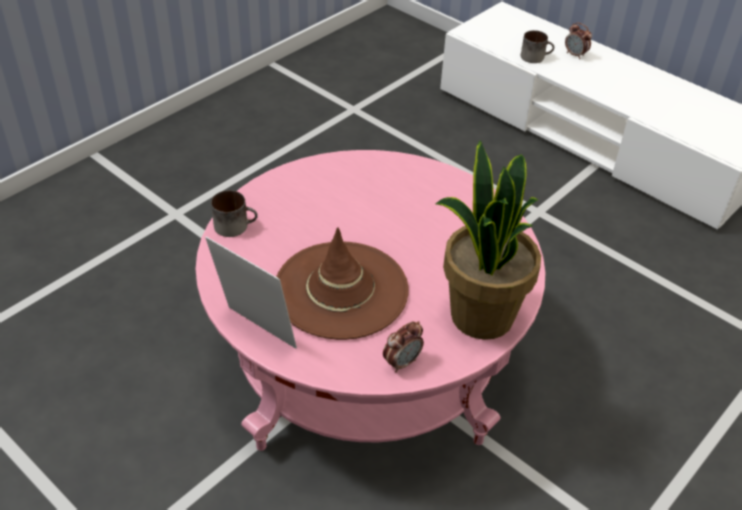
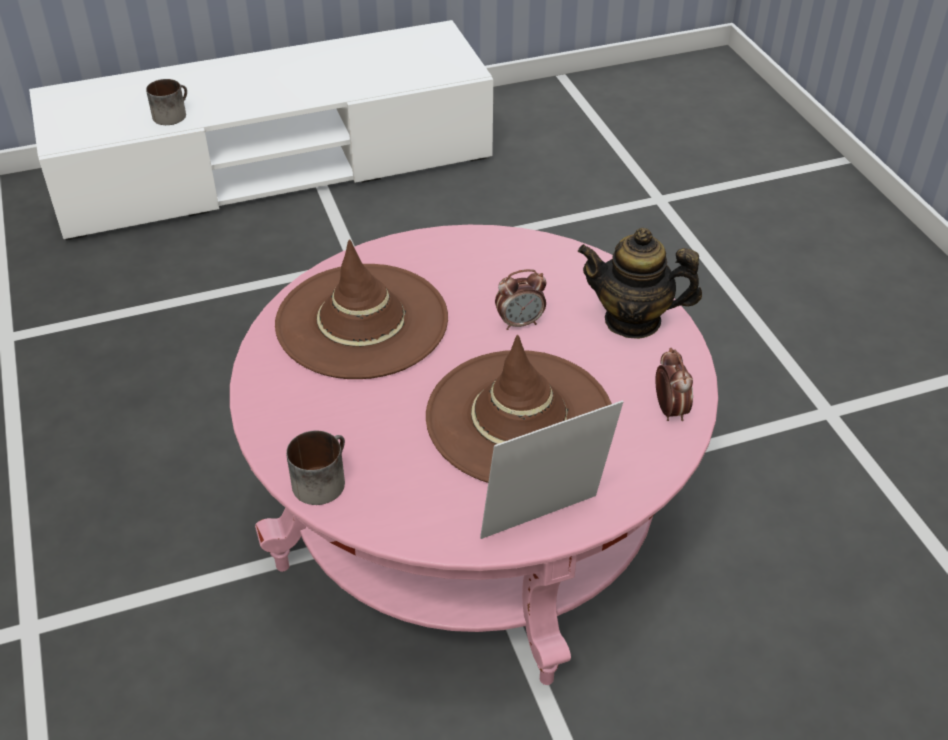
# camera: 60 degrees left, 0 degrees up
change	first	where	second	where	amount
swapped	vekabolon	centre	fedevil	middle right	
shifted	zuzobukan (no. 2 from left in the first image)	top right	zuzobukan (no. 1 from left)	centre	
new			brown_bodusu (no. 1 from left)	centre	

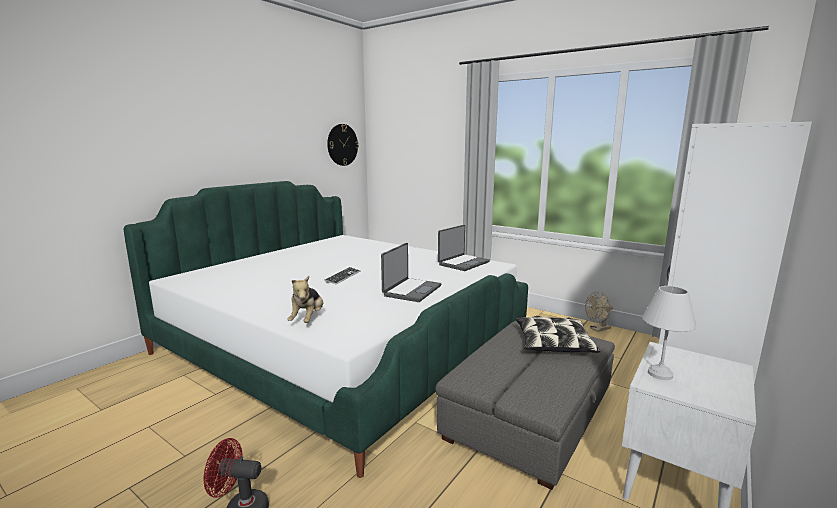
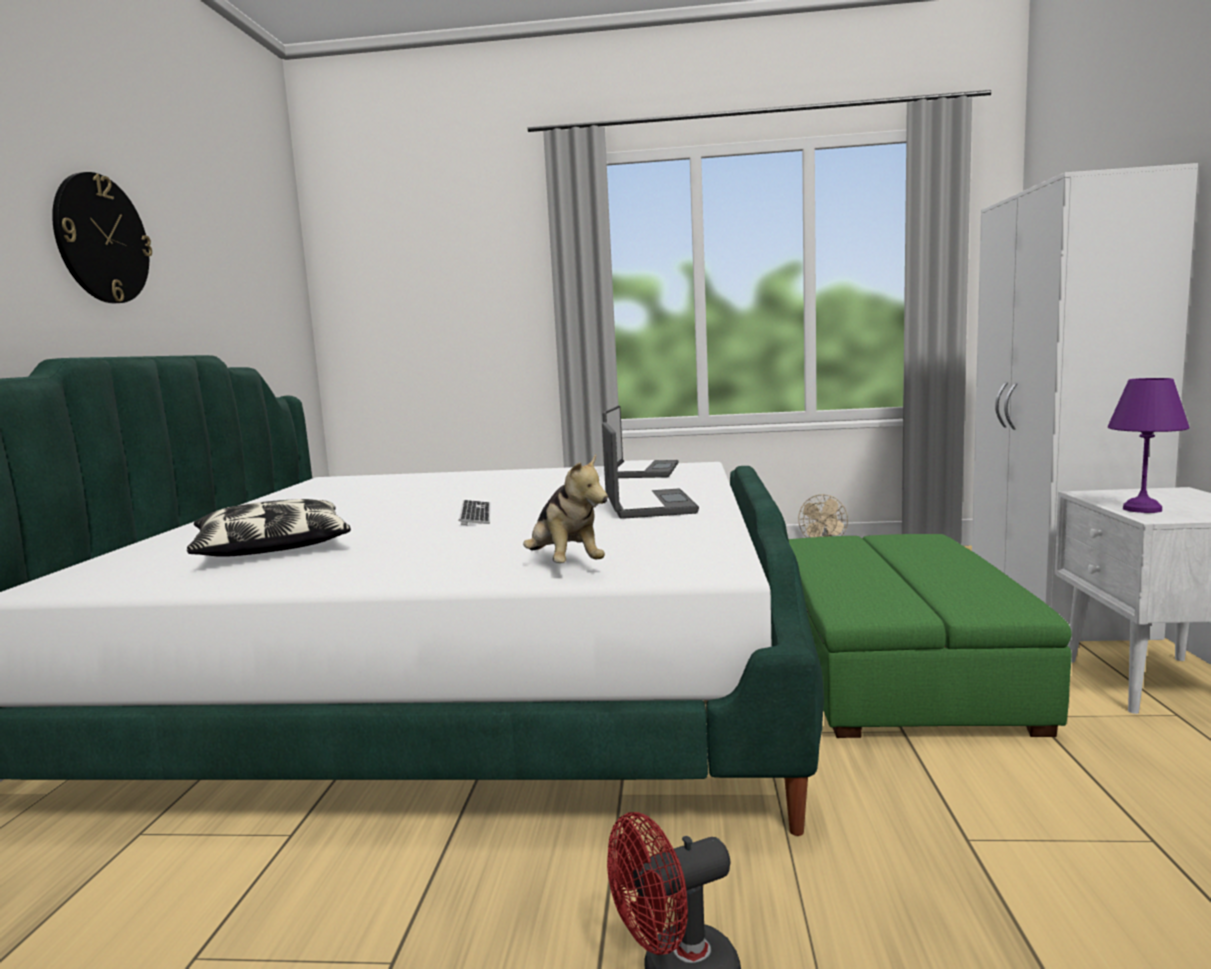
# camera: 30 degrees left, 5 degrees down
change	first	where	second	where	amount
shifted	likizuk	top centre		top left	
repainted	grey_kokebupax	bottom centre	green_kokebupax	middle right	
shifted	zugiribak	middle right		middle left	
repainted	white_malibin	middle right	purple_malibin	middle right	

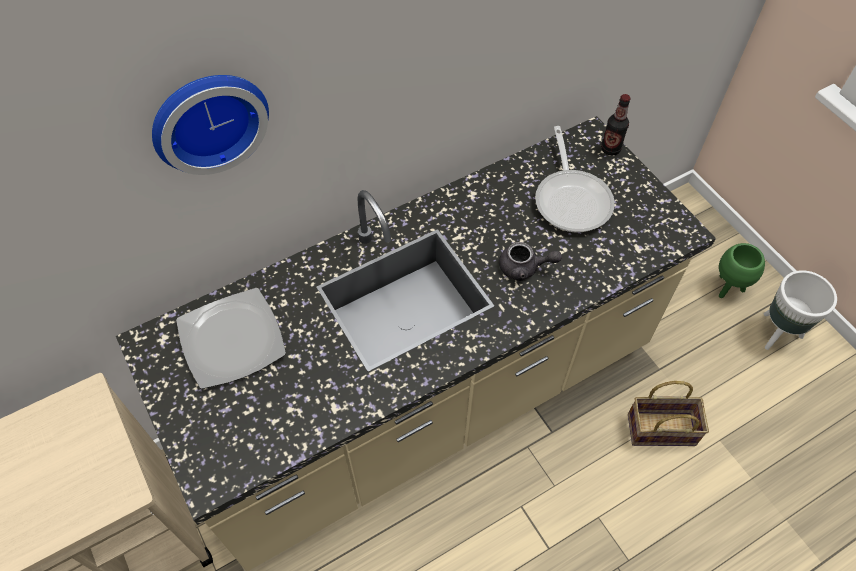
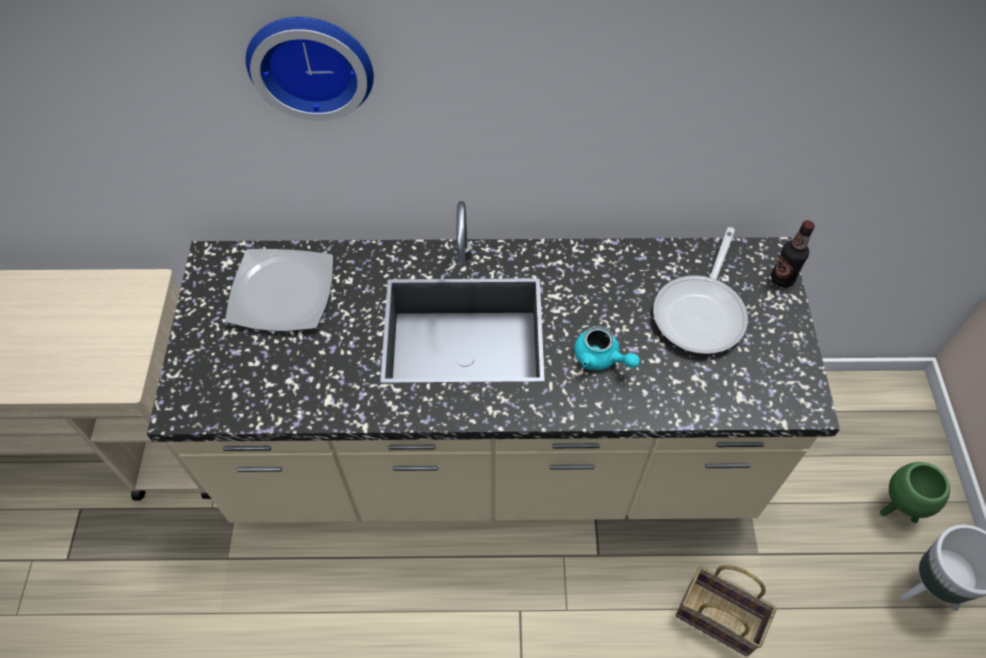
# camera: 30 degrees right, 0 degrees up
change	first	where	second	where	amount
repainted	grey_fedevil	centre	turquoise_fedevil	centre	

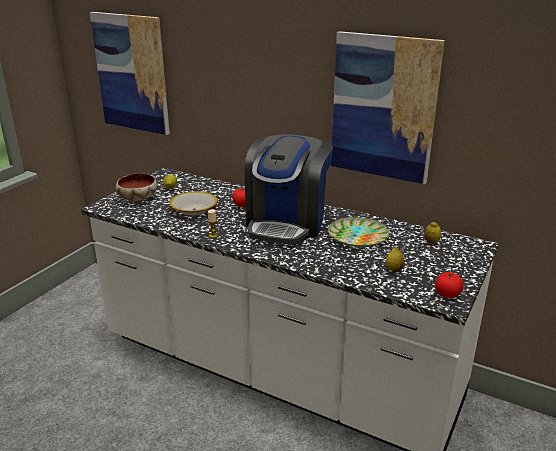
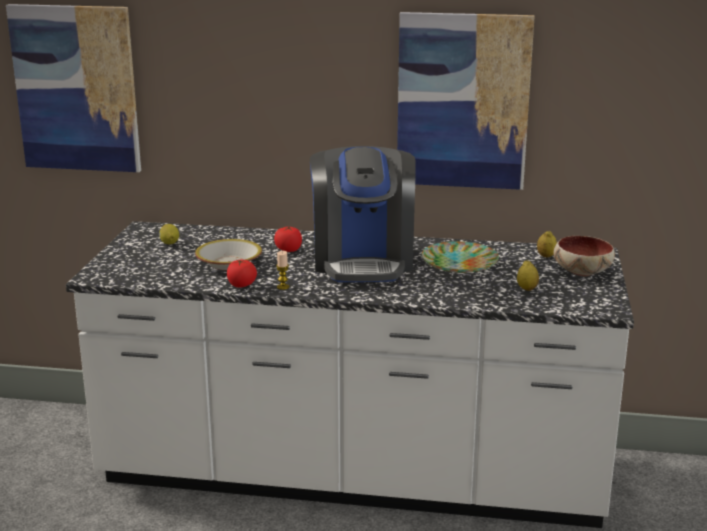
# camera: 20 degrees left, 5 degrees down
change	first	where	second	where	amount
shifted	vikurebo (no. 1 from left in the first image)	middle left	vikurebo (no. 2 from left)	middle right	
shifted	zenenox (no. 2 from left in the first image)	middle right	zenenox (no. 1 from left)	centre	

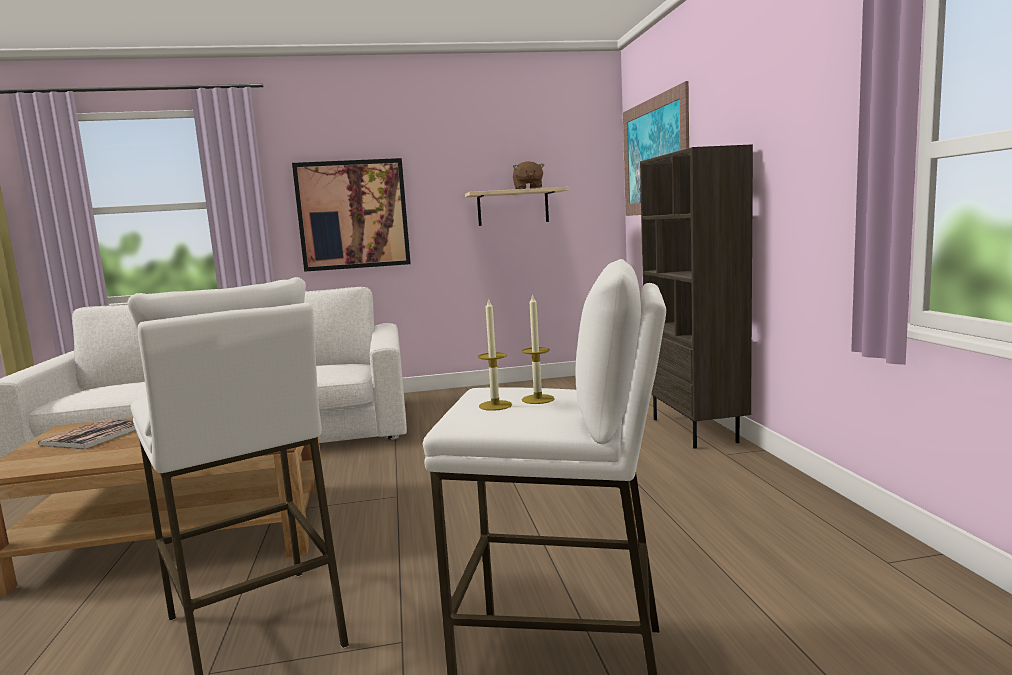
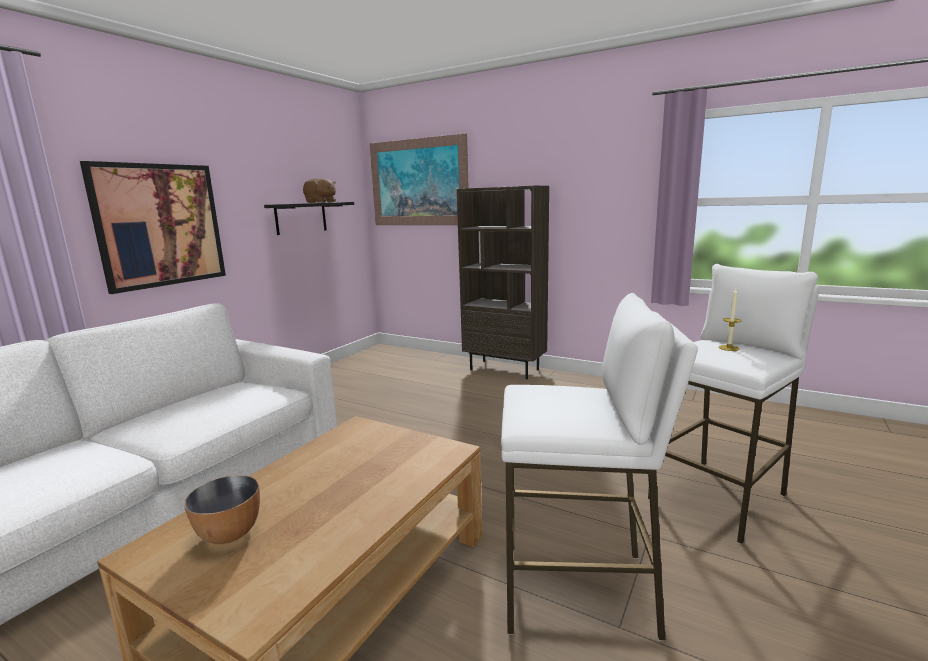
# camera: 50 degrees left, 5 degrees up
change	first	where	second	where	amount
swapped	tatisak	middle left	vikurebo	bottom left	
repainted	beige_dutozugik	top centre	black_dutozugik	top left	
gone	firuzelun (no. 1 from left)	centre			

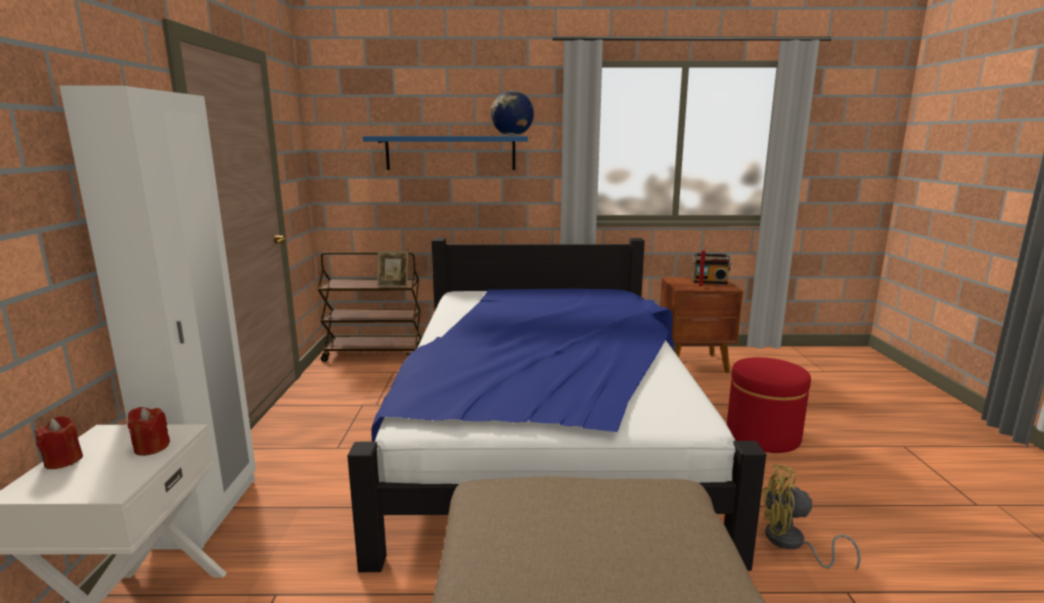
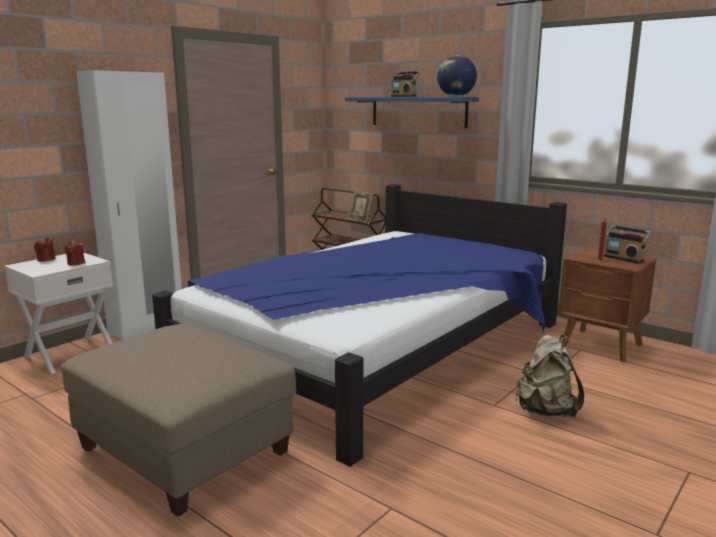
# camera: 40 degrees right, 0 degrees up
change	first	where	second	where	amount
swapped	red_kokebupax	bottom right	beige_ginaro	bottom right	
gone	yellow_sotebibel	bottom right			
new			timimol (no. 1 from left)	top centre	

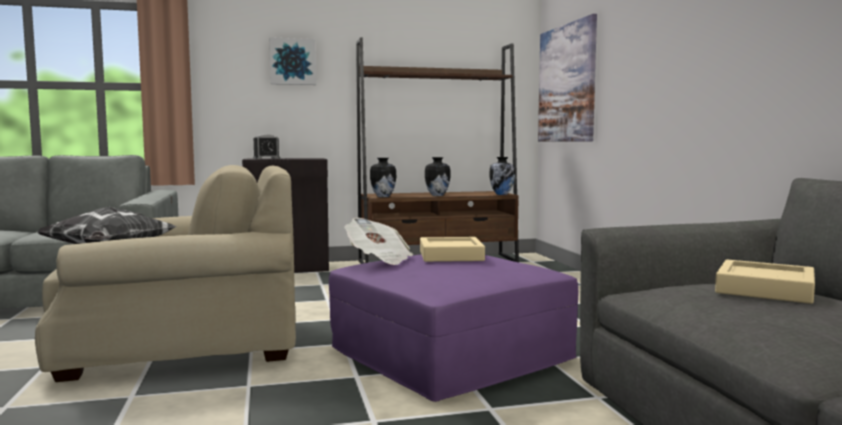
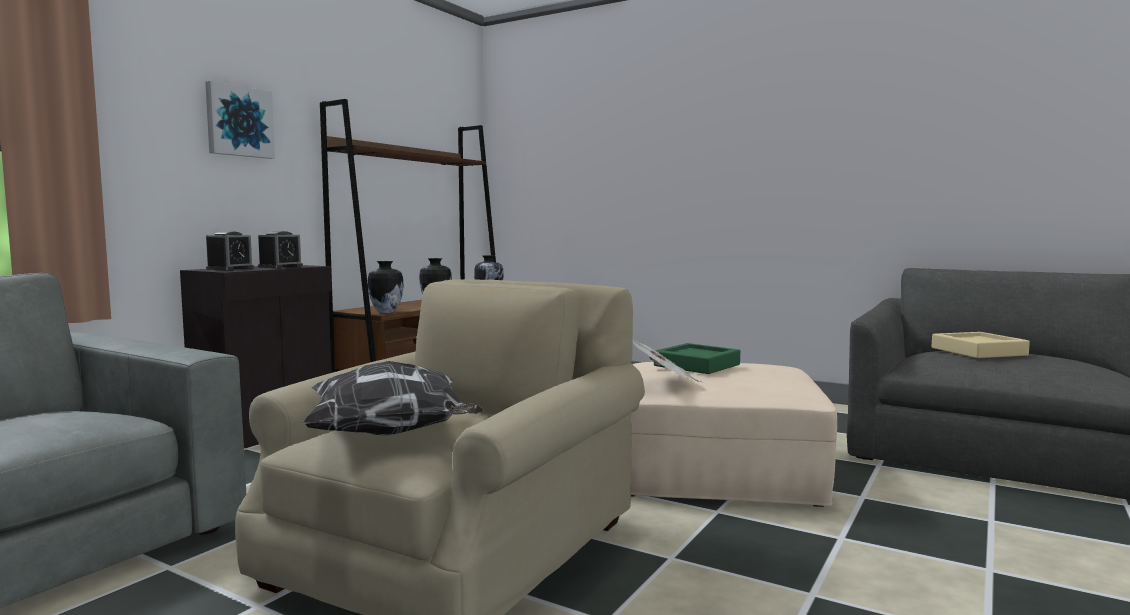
# camera: 45 degrees left, 0 degrees up
change	first	where	second	where	amount
repainted	purple_kokebupax	bottom centre	beige_kokebupax	bottom centre	
repainted	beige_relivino (no. 1 from left)	centre	green_relivino	centre	
gone	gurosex (no. 2 from left)	top right			
new			zuzobukan (no. 2 from left)	middle left	

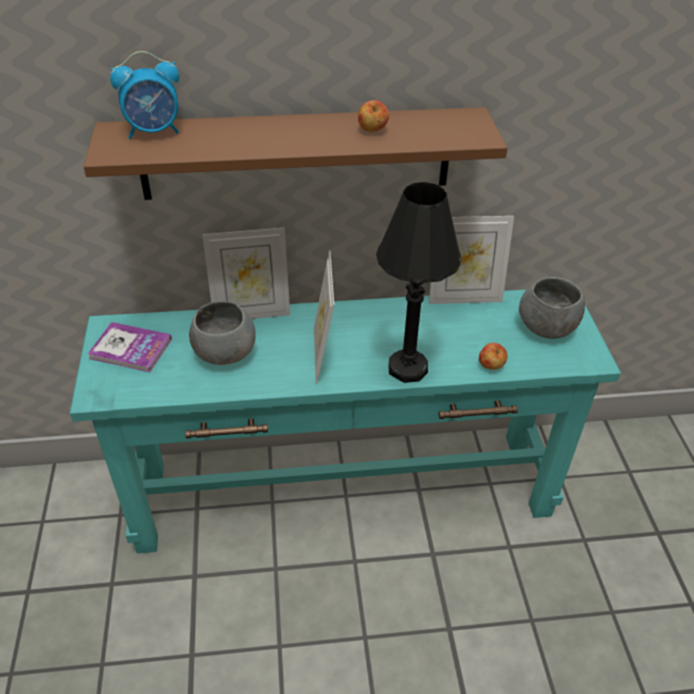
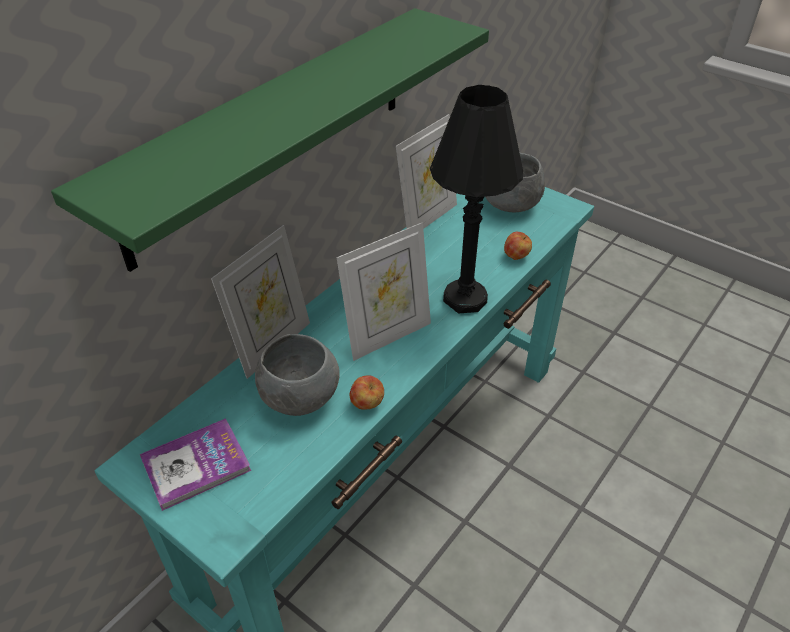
# camera: 45 degrees left, 0 degrees up
change	first	where	second	where	amount
repainted	brown_dutozugik	top centre	green_dutozugik	top centre	
gone	zuzobukan	top left			
rotated	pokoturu (no. 2 from left)	centre		centre	75 degrees counterclockwise
shifted	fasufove (no. 1 from left)	top centre		centre	

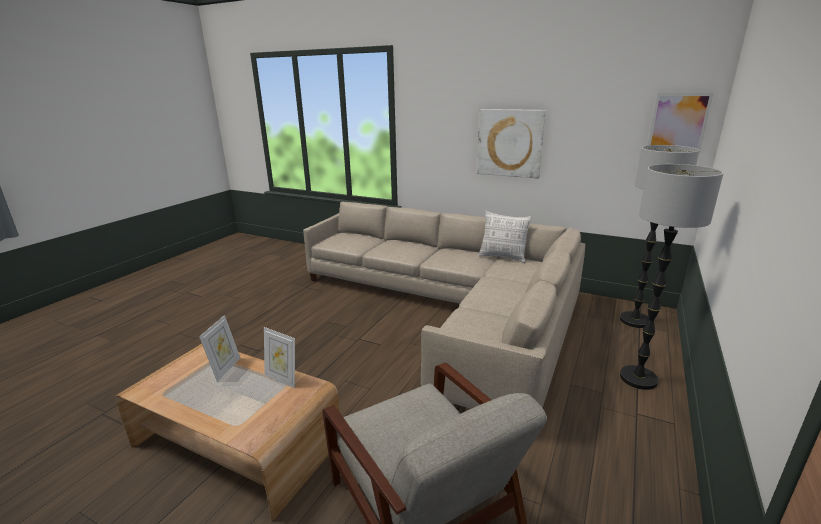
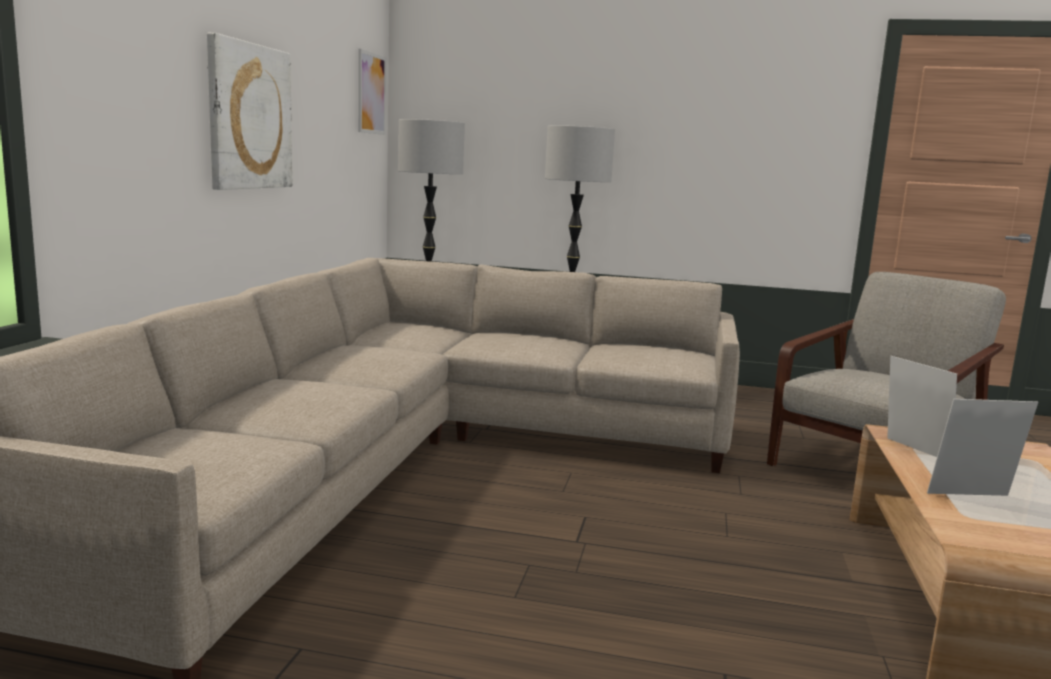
# camera: 105 degrees left, 10 degrees down
change	first	where	second	where	amount
rotated	pokoturu (no. 2 from left in the first image)	bottom centre	pokoturu (no. 1 from left)	middle right	45 degrees counterclockwise
gone	zugiribak	centre			

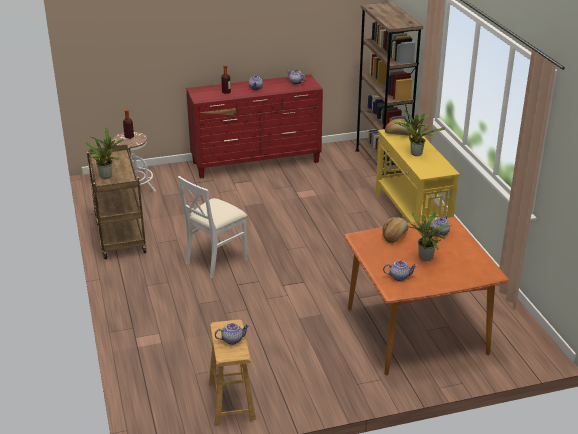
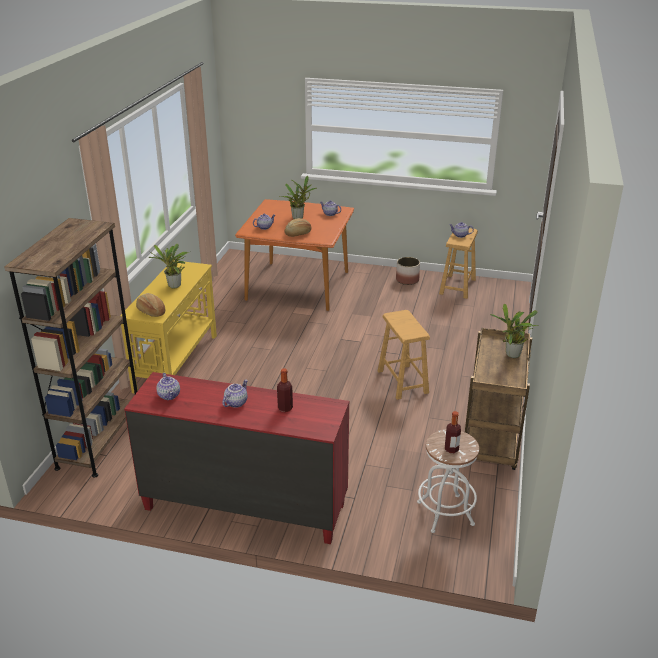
# camera: 150 degrees left, 0 degrees up
change	first	where	second	where	amount
swapped	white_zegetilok	centre	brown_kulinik (no. 1 from left)	centre	
new			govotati	centre	

